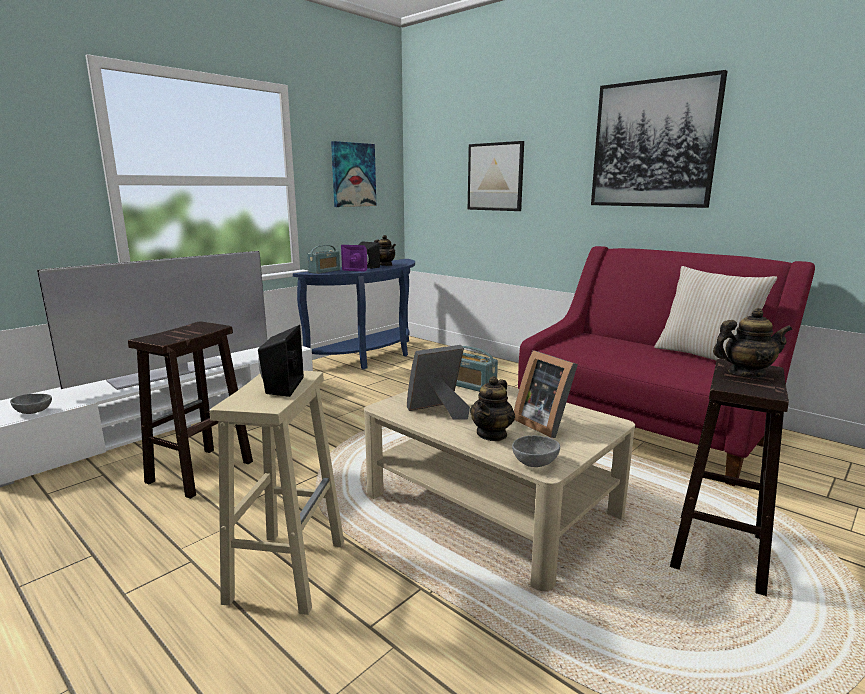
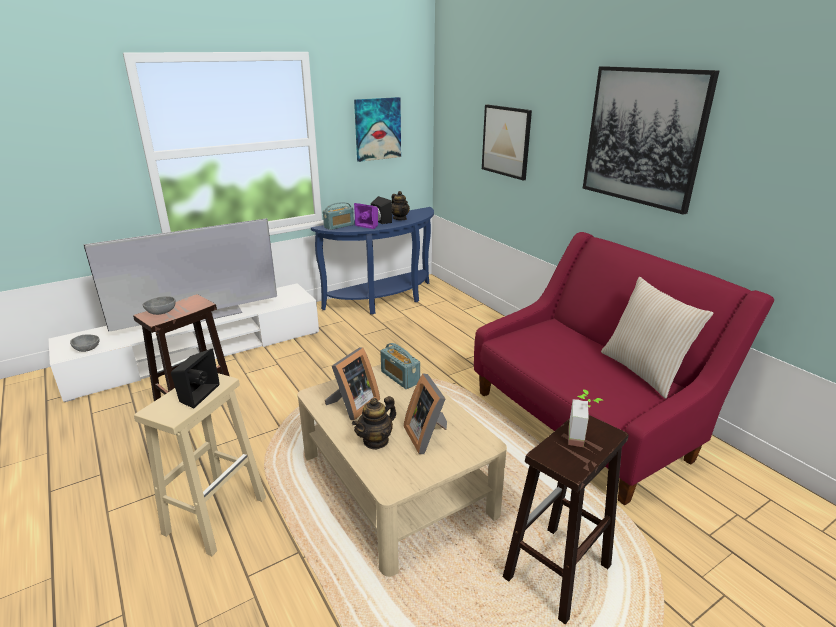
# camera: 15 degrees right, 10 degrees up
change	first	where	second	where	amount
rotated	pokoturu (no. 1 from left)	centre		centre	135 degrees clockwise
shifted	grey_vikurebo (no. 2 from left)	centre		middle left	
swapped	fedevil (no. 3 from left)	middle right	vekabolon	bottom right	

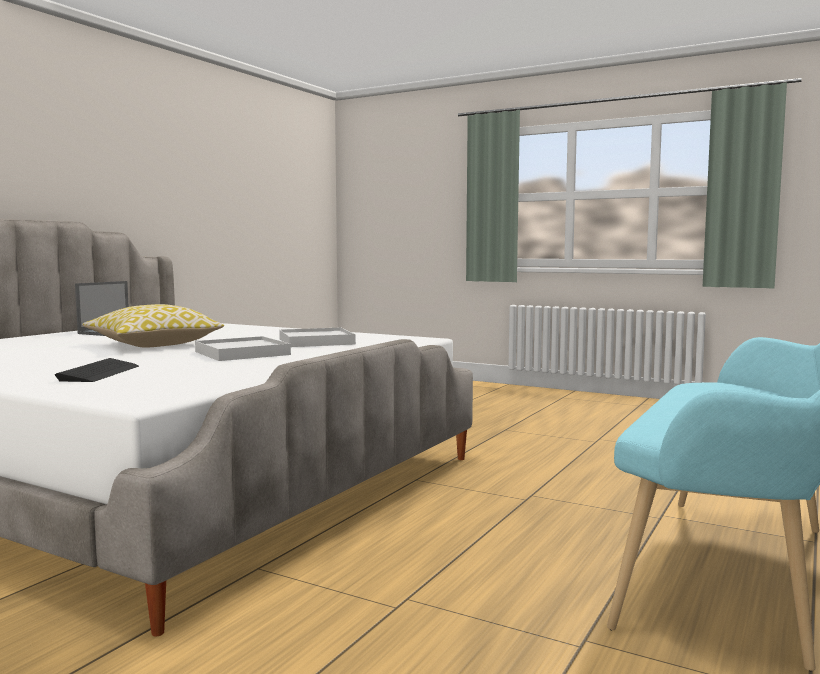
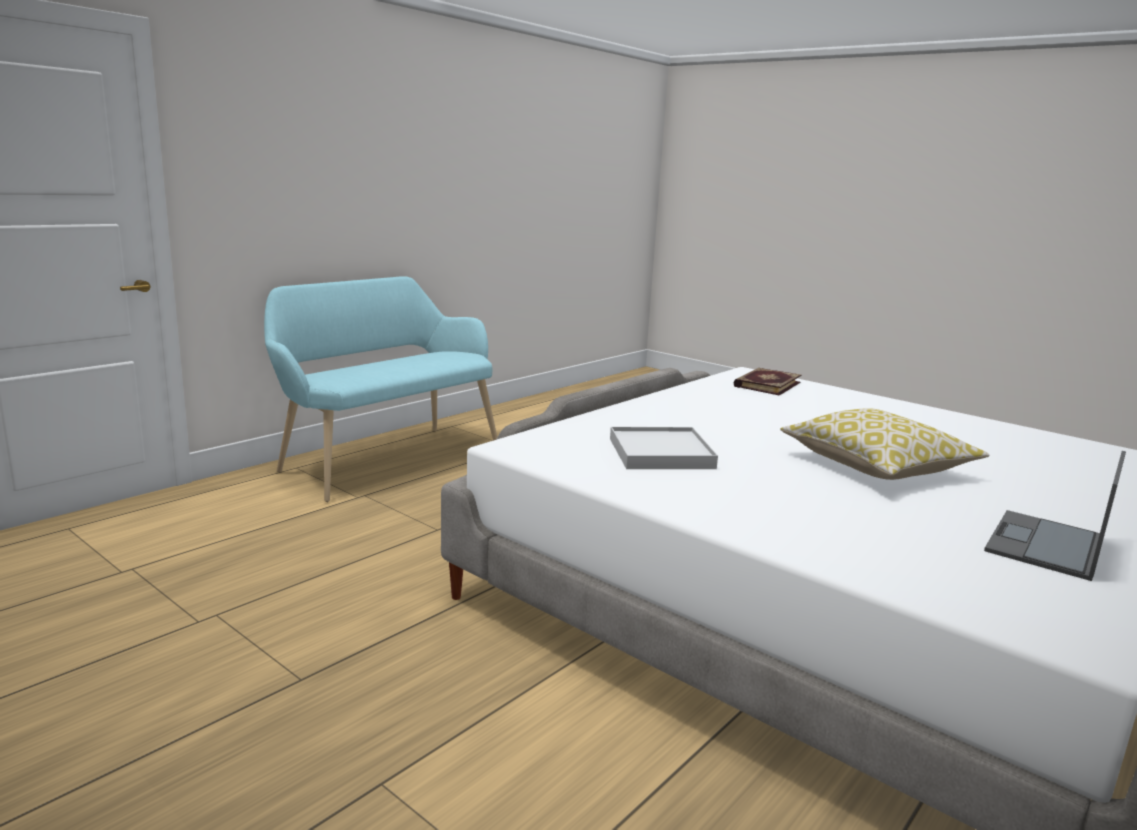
# camera: 170 degrees left, 10 degrees up
change	first	where	second	where	amount
gone	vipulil	middle left			
gone	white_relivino (no. 1 from left)	middle left			
new			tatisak	middle right	

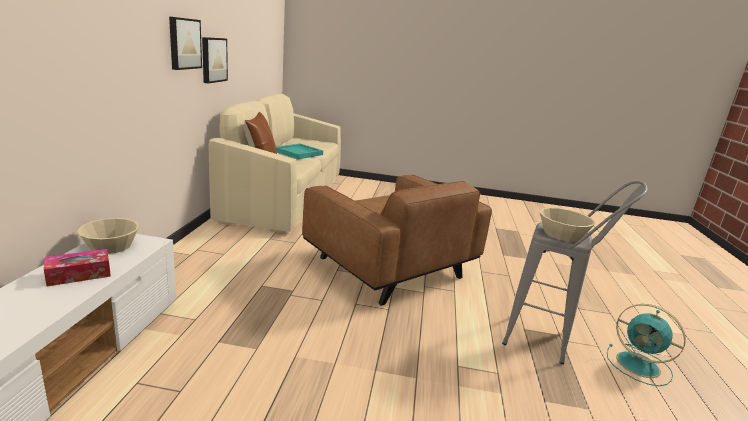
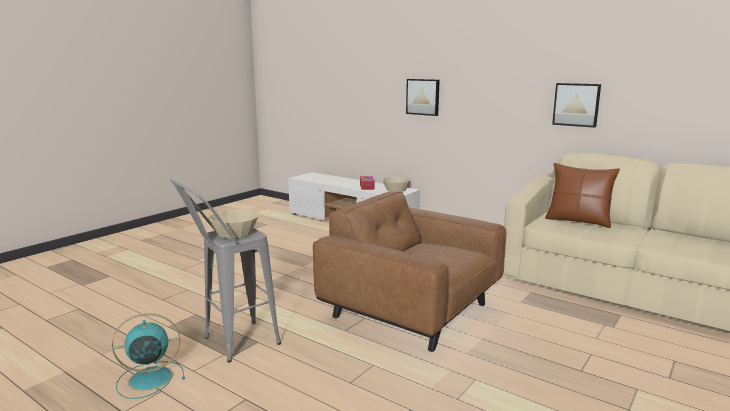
# camera: 120 degrees right, 5 degrees down
change	first	where	second	where	amount
shifted	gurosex (no. 1 from left)	top left		top centre	
gone	turquoise_relivino	centre			
rotated	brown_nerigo	centre		centre	45 degrees clockwise

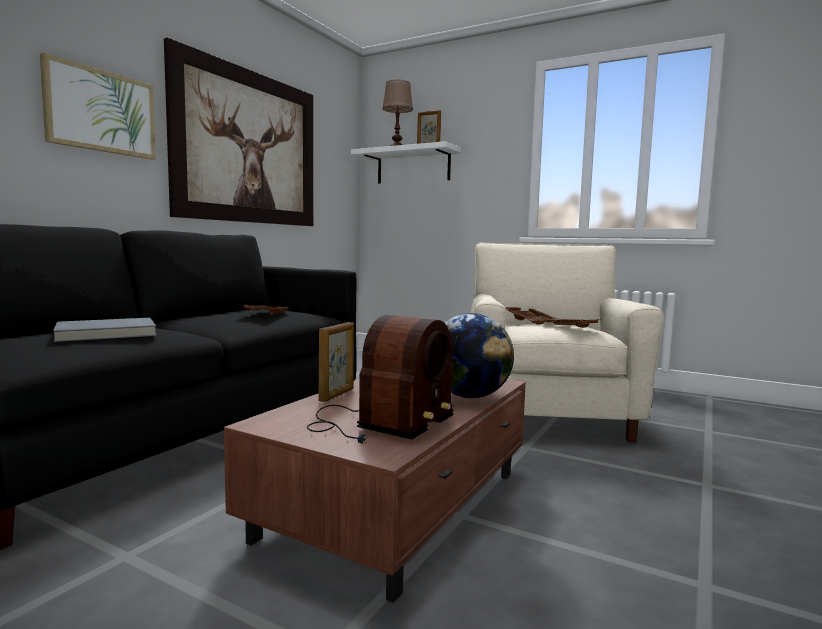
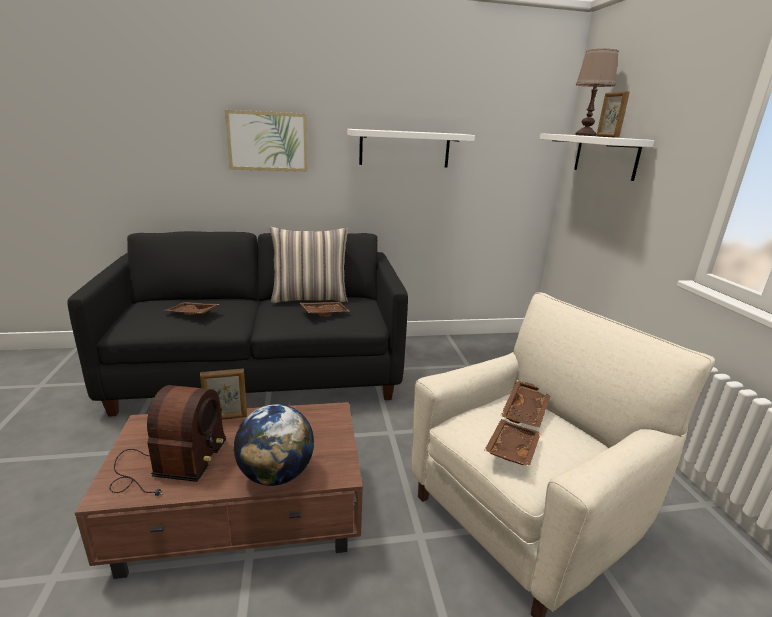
# camera: 50 degrees right, 15 degrees up
change	first	where	second	where	amount
swapped	grey_tatisak	middle left	brown_relivino (no. 1 from left)	middle left	
swapped	gurosex (no. 2 from left)	top left	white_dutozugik (no. 1 from left)	top centre	
rotated	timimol	centre		bottom left	75 degrees counterclockwise
new			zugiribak	centre	

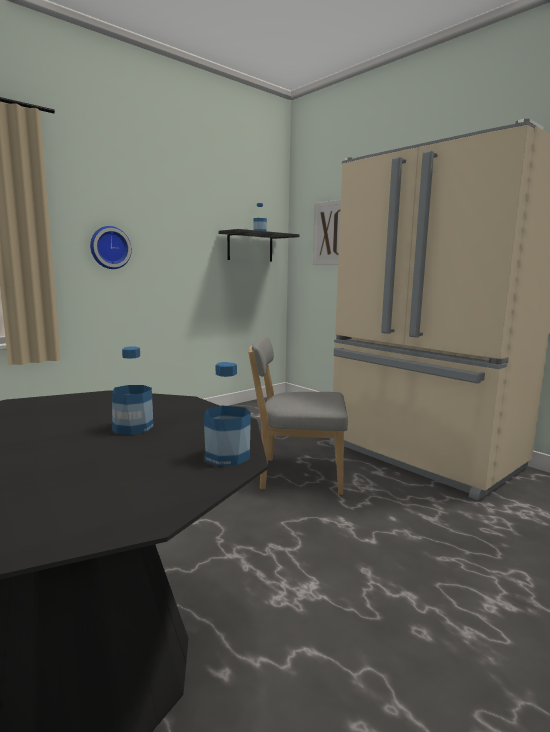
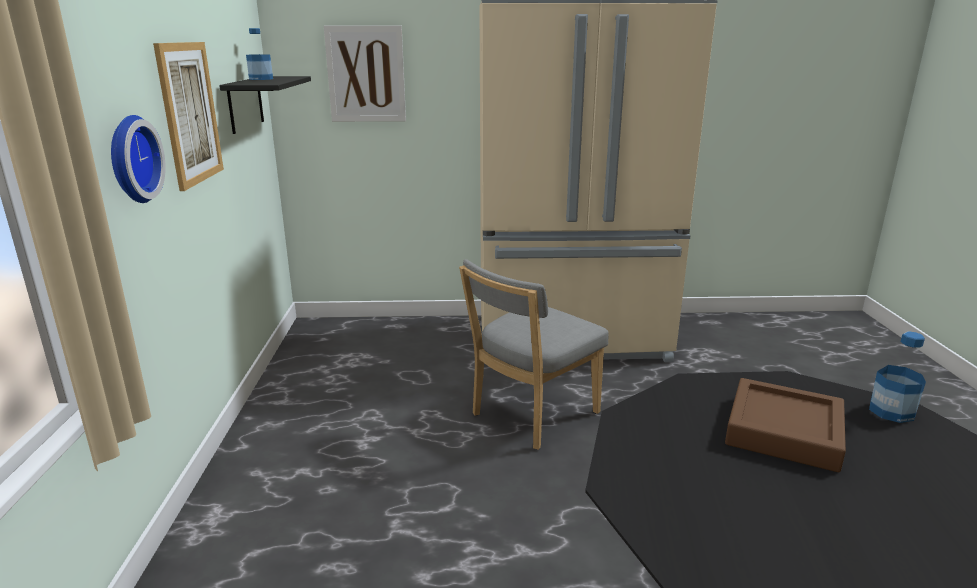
# camera: 50 degrees left, 10 degrees up
change	first	where	second	where	amount
swapped	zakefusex (no. 1 from left)	middle left	brown_relivino	bottom right	
new			gurosex (no. 1 from left)	top left	

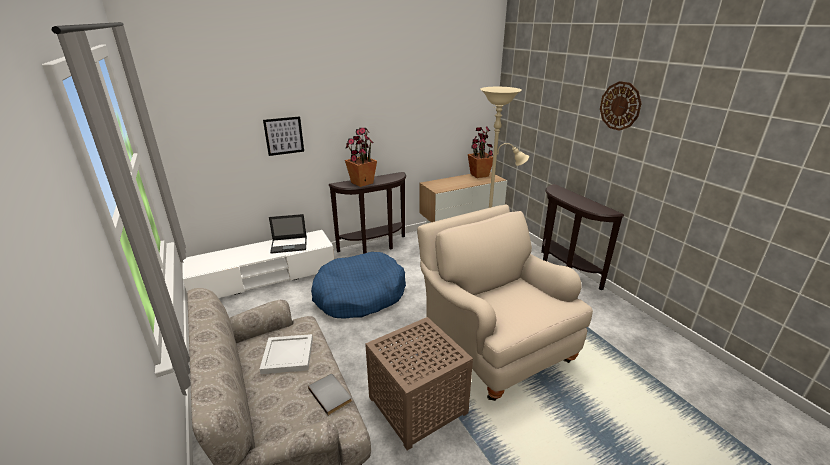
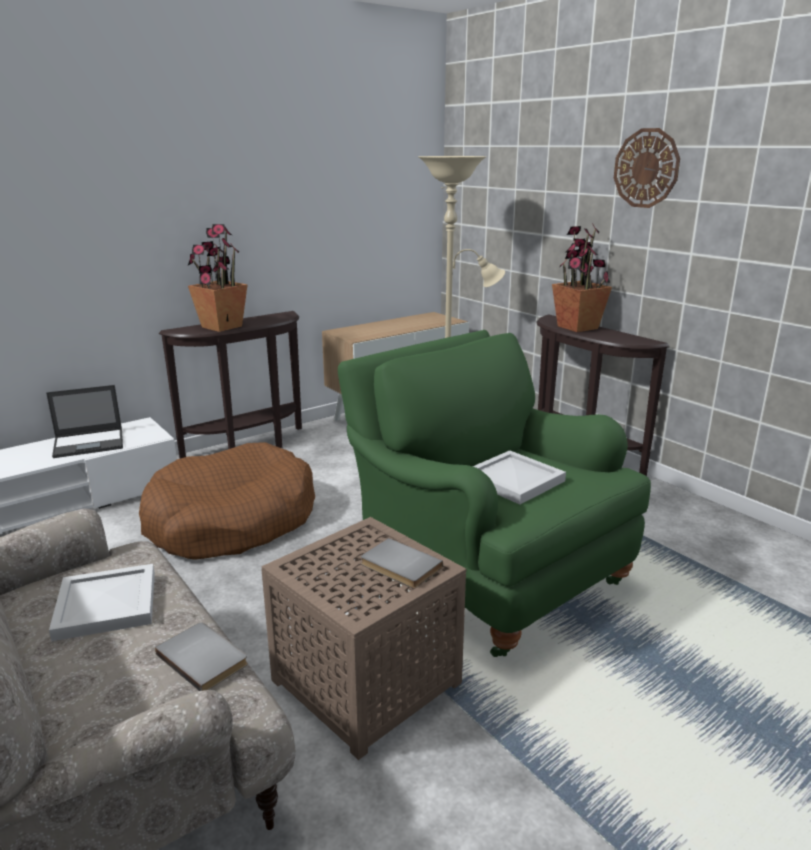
# camera: 10 degrees left, 5 degrees down
change	first	where	second	where	amount
gone	gurosex	top centre			
repainted	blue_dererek	centre	brown_dererek	middle left	
repainted	beige_nerigo	centre	green_nerigo	centre	
shifted	vekabolon (no. 2 from left)	top centre		top right	
new			grey_tatisak (no. 2 from left)	centre	
new			white_relivino (no. 2 from left)	centre	

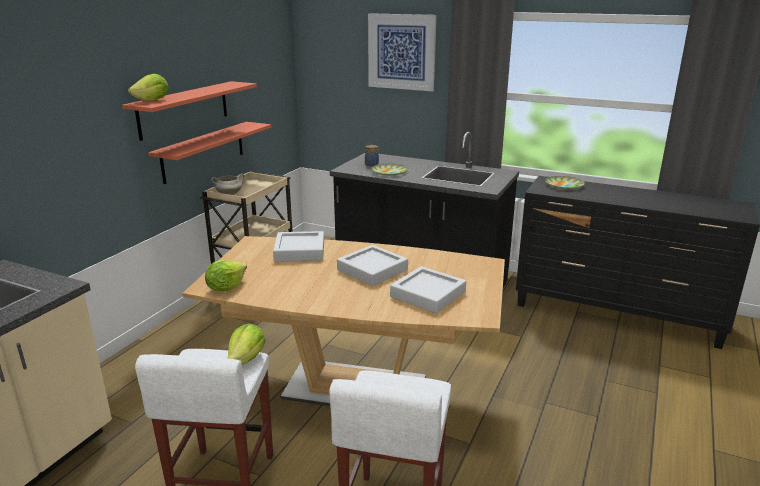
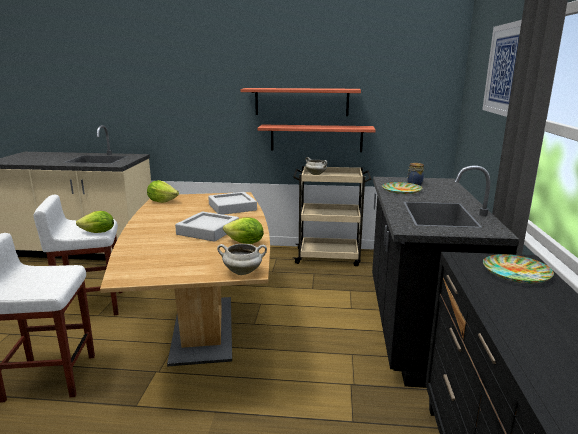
# camera: 70 degrees right, 5 degrees down
change	first	where	second	where	amount
shifted	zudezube (no. 1 from left in the first image)	top left	zudezube (no. 3 from left)	centre	
gone	grey_relivino (no. 3 from left)	centre			
new			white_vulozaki (no. 1 from left)	centre	

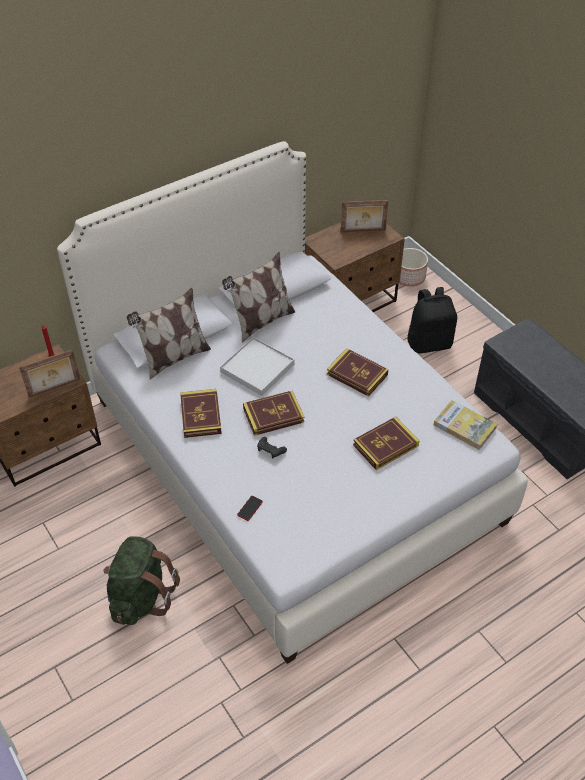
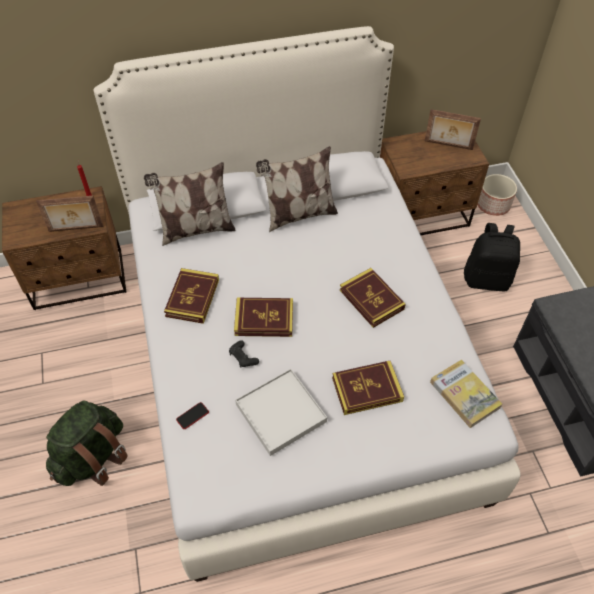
# camera: 20 degrees right, 5 degrees up
change	first	where	second	where	amount
shifted	white_relivino	centre		bottom centre	

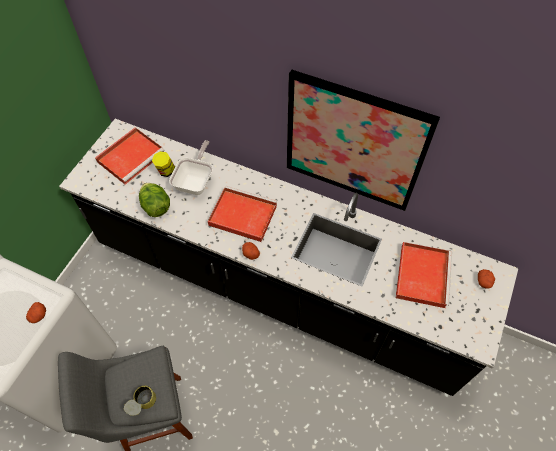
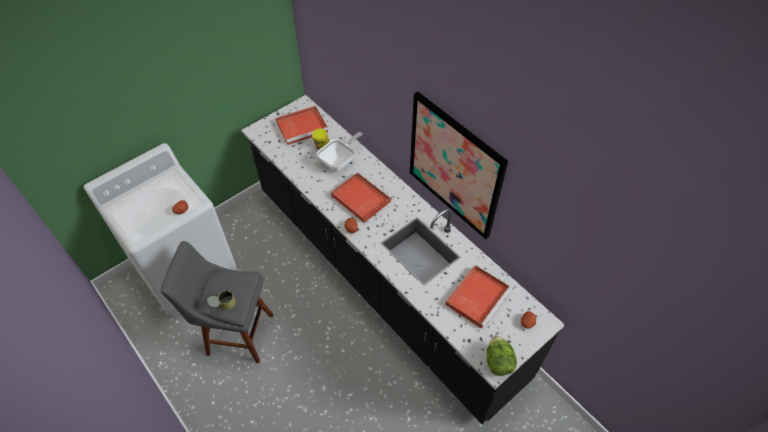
# camera: 25 degrees right, 5 degrees down
change	first	where	second	where	amount
shifted	zudezube	middle left		bottom centre	

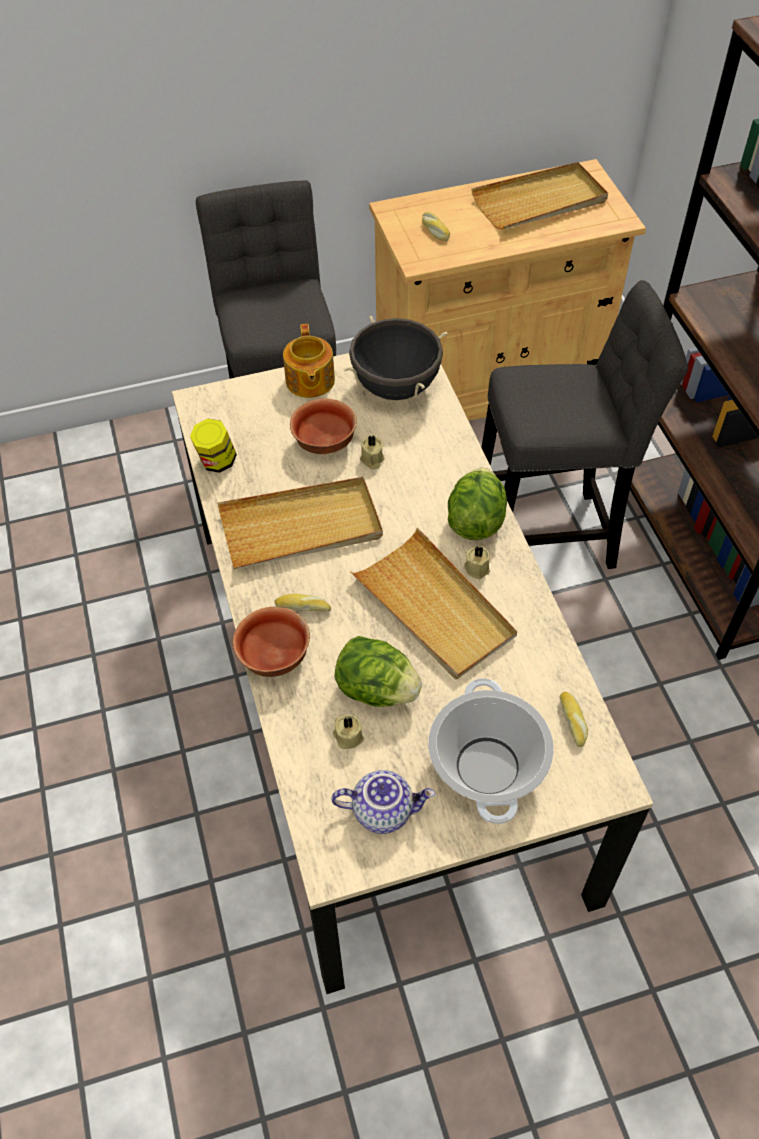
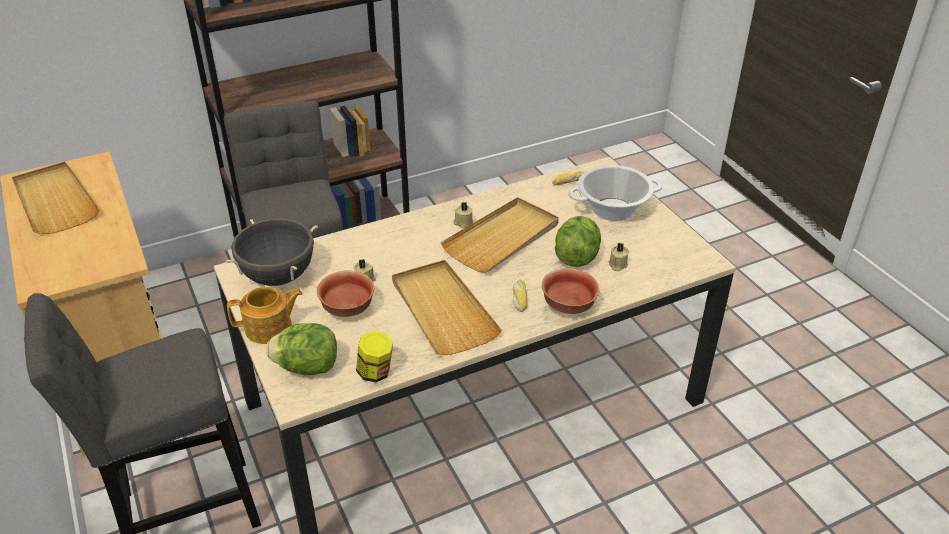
# camera: 100 degrees left, 15 degrees down
change	first	where	second	where	amount
gone	fedevil (no. 2 from left)	bottom centre			
gone	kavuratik (no. 2 from left)	top centre			
shifted	zudezube (no. 2 from left in the first image)	centre	zudezube (no. 1 from left)	middle left	

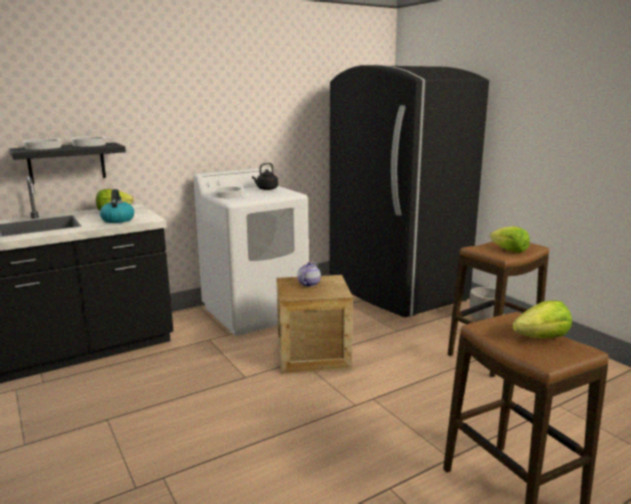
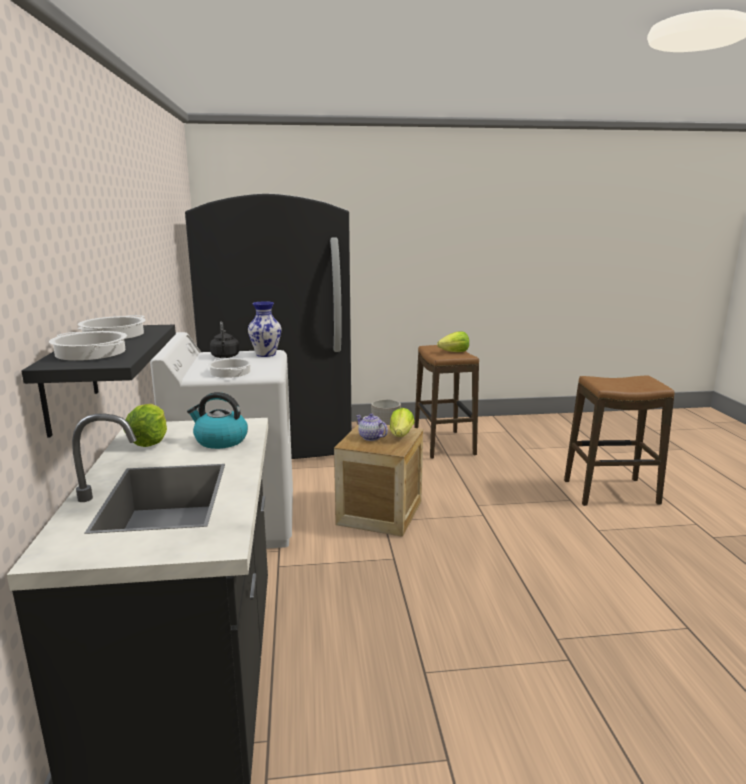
# camera: 65 degrees left, 0 degrees up
change	first	where	second	where	amount
shifted	zudezube (no. 3 from left in the first image)	middle right	zudezube (no. 2 from left)	centre	
new			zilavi	centre	

